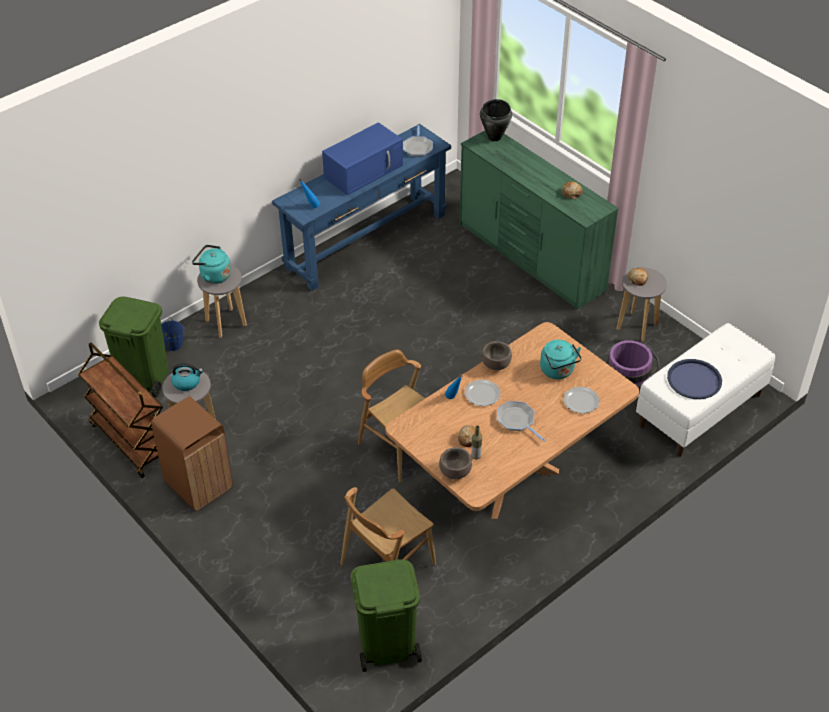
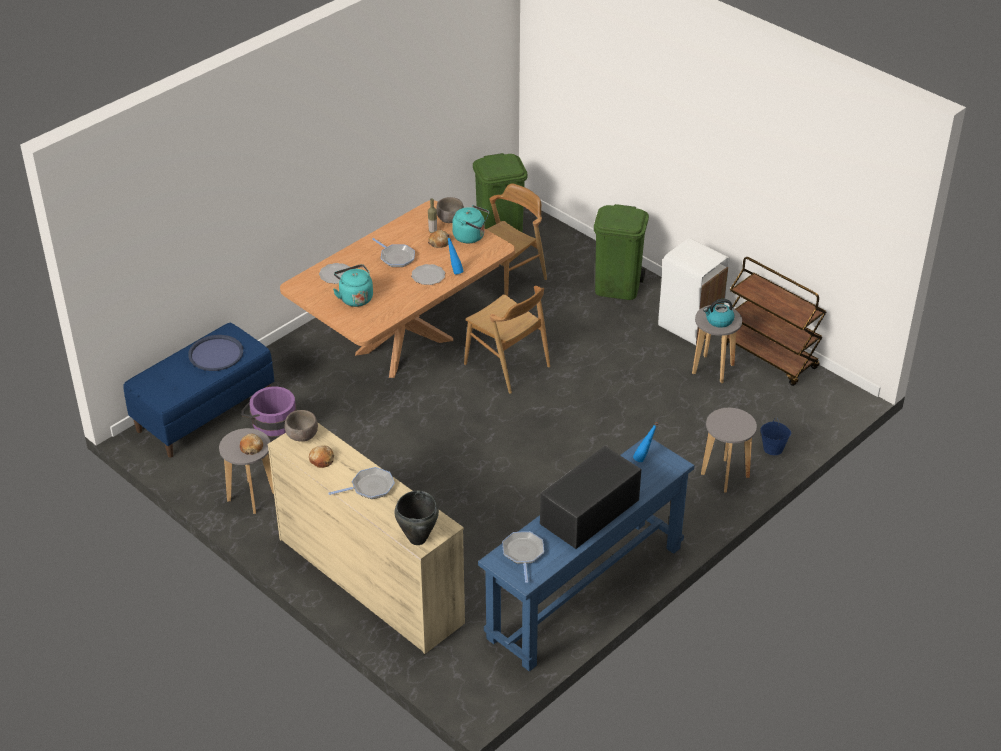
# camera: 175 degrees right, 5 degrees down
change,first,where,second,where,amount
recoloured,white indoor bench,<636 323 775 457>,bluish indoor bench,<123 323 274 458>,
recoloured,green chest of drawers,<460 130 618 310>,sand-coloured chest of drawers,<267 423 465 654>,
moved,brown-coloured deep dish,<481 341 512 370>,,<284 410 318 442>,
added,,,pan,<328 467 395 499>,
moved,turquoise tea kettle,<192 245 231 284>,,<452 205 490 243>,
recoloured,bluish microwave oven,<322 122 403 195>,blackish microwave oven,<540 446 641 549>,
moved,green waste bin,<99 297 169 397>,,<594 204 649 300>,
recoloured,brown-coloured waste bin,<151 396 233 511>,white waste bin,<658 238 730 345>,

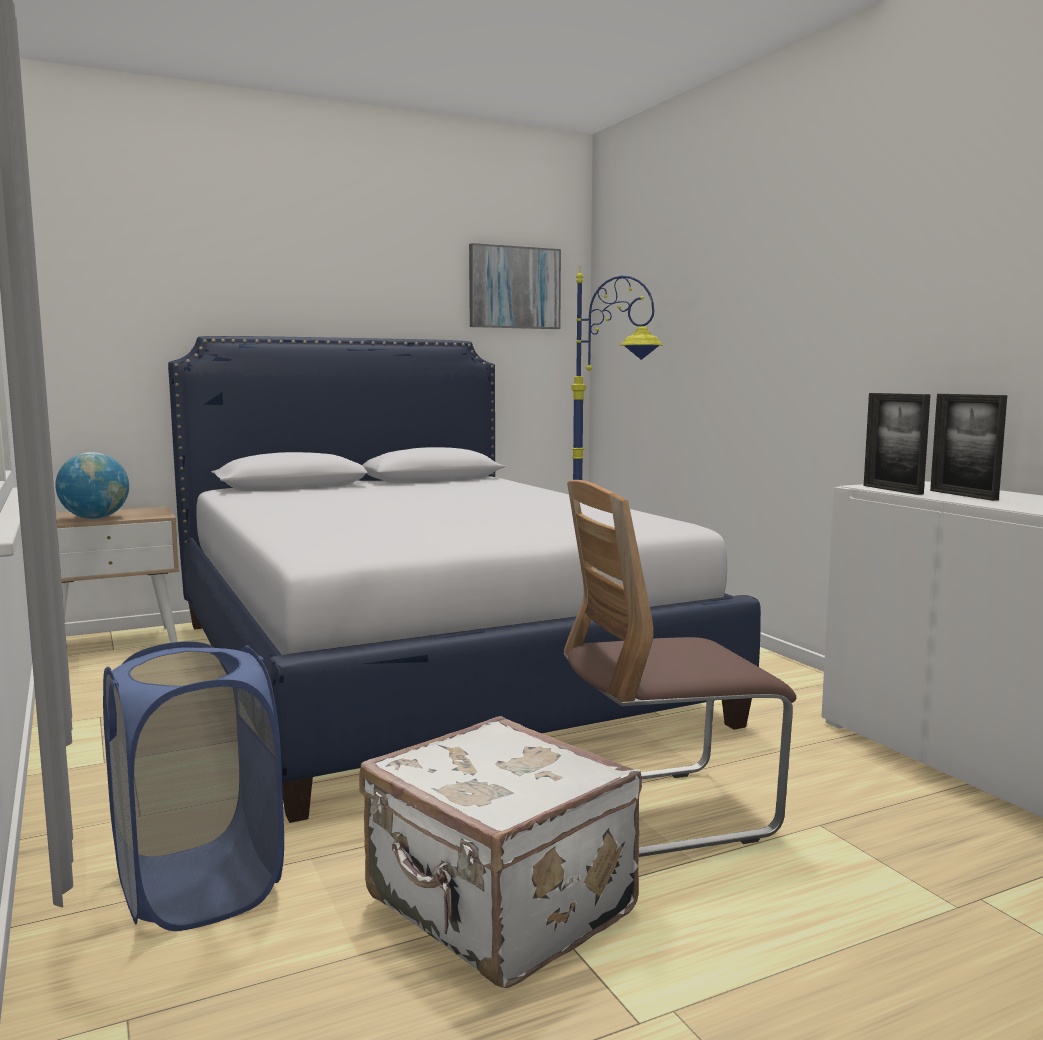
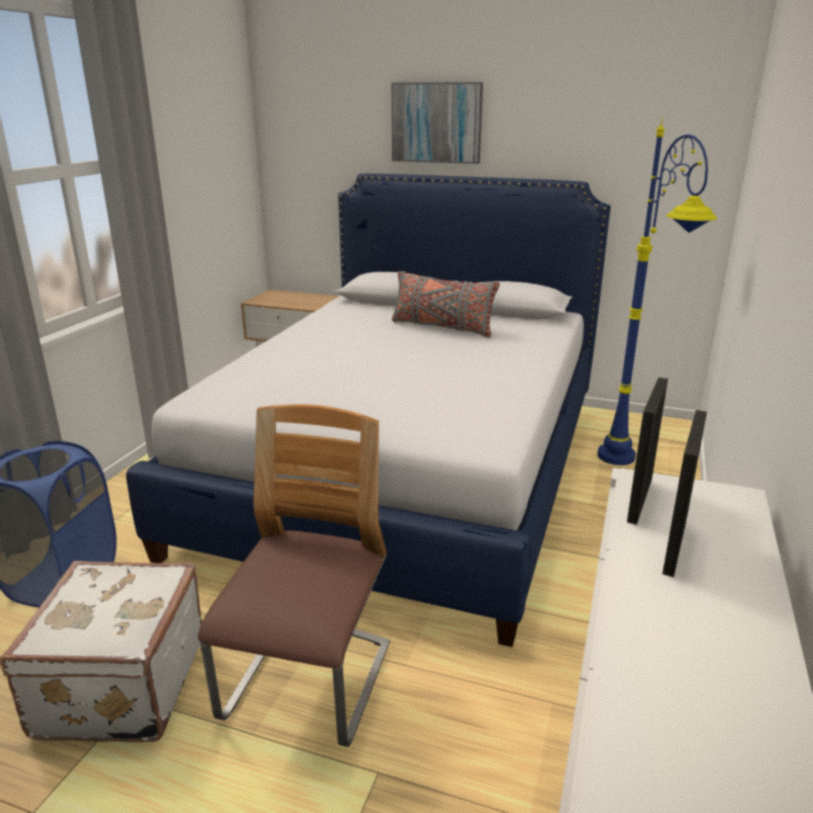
# camera: 45 degrees right, 15 degrees up
change,first,where,second,where,amount
turned,chair,<564 480 797 857>,,<198 404 390 747>,75 degrees clockwise
moved,picture,<469 243 561 329>,,<392 82 483 164>,
added,,,greyish throw pillow,<392 271 500 338>,
removed,globe,<55 452 129 519>,,,

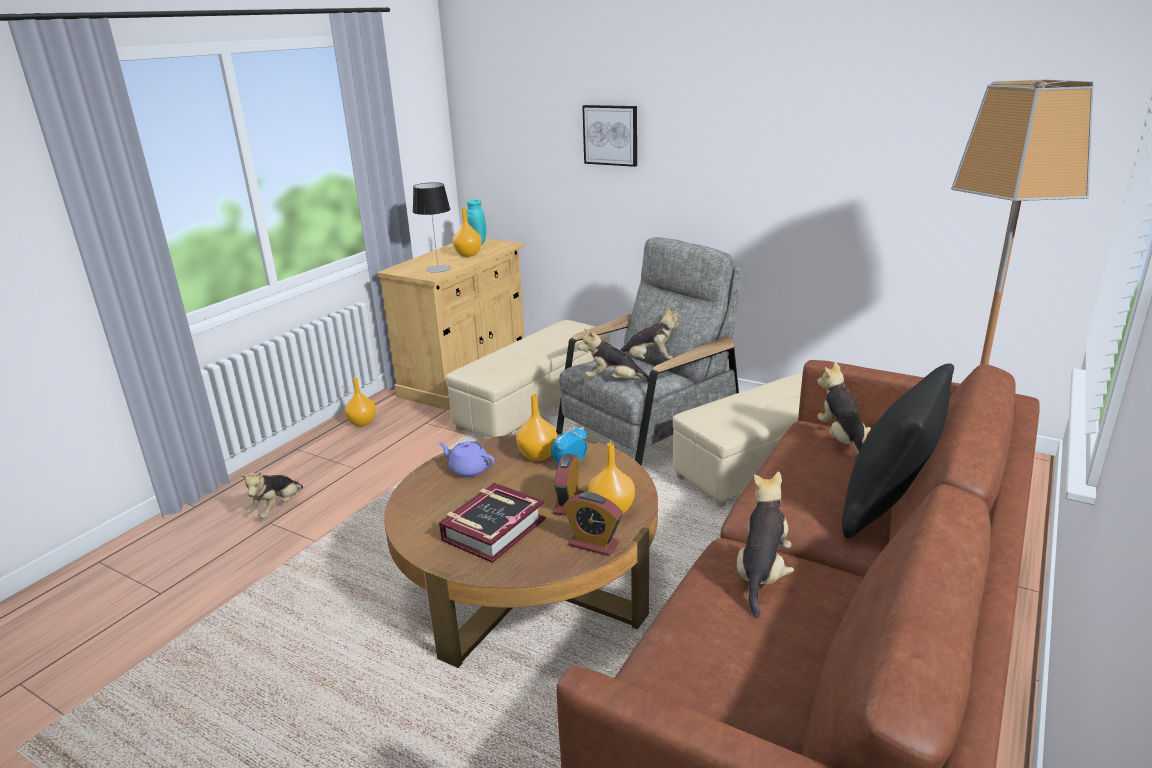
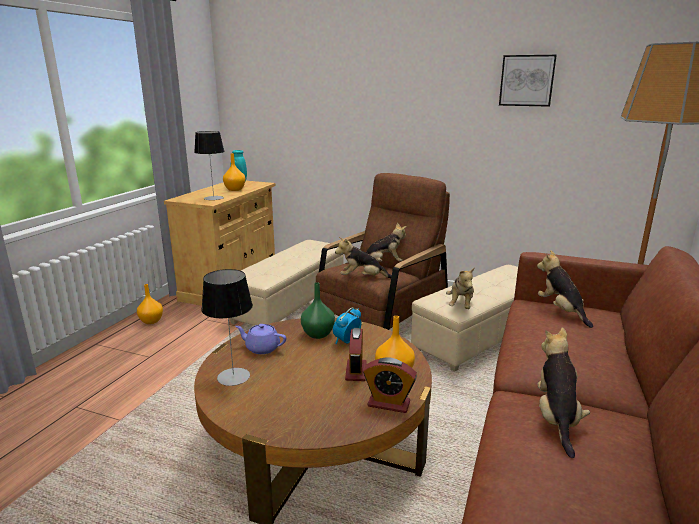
# camera: 10 degrees left, 5 degrees down
change,first,where,second,where,amount
added,,,table lamp,<201 269 253 386>,
recoloured,orange-coloured flower vase,<516 394 558 461>,green flower vase,<301 282 335 339>,
recoloured,greyish easy chair,<556 237 740 466>,brown-coloured easy chair,<316 173 450 330>,
moved,cuddly toy,<240 470 303 519>,,<446 267 475 309>,
moved,picture,<582 105 637 167>,,<499 55 557 107>,
removed,volume,<439 483 545 563>,,,
removed,blackish throw pillow,<842 363 954 538>,,,

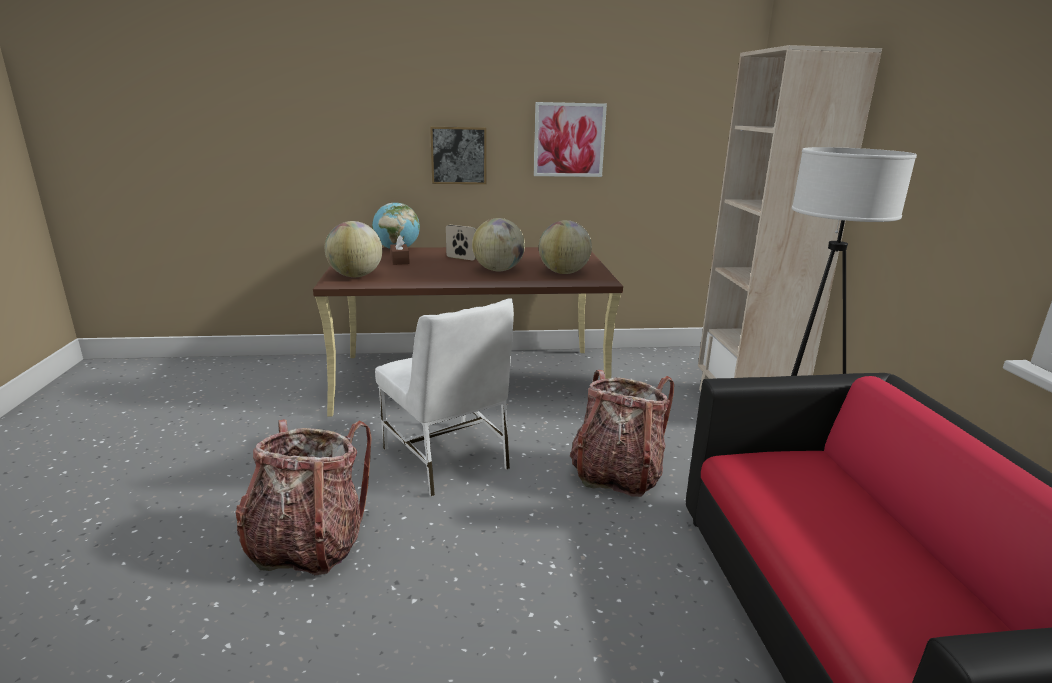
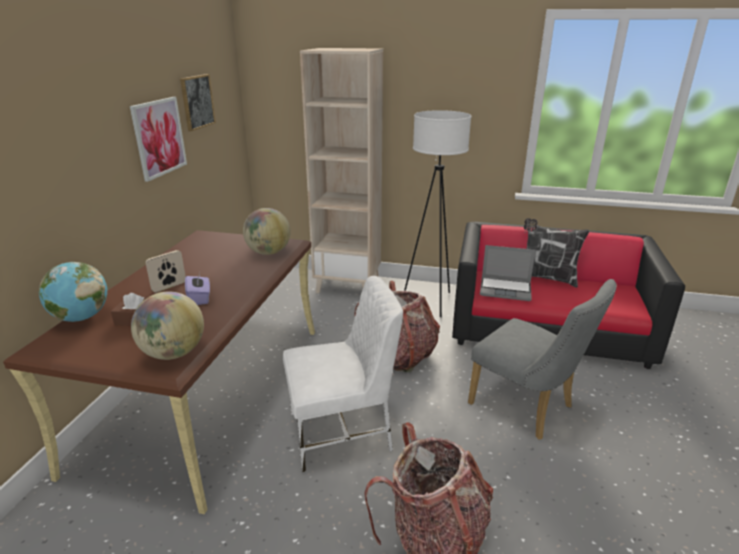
# camera: 70 degrees left, 5 degrees up
change,first,where,second,where,amount
moved,picture,<430 126 486 184>,,<180 74 216 131>,
added,,,purplish tissue holder,<185 273 210 305>,
added,,,greyish chair,<468 279 617 440>,
added,,,laptop,<480 245 536 301>,
added,,,throw pillow,<524 218 589 288>,
removed,globe,<472 218 525 271>,,,

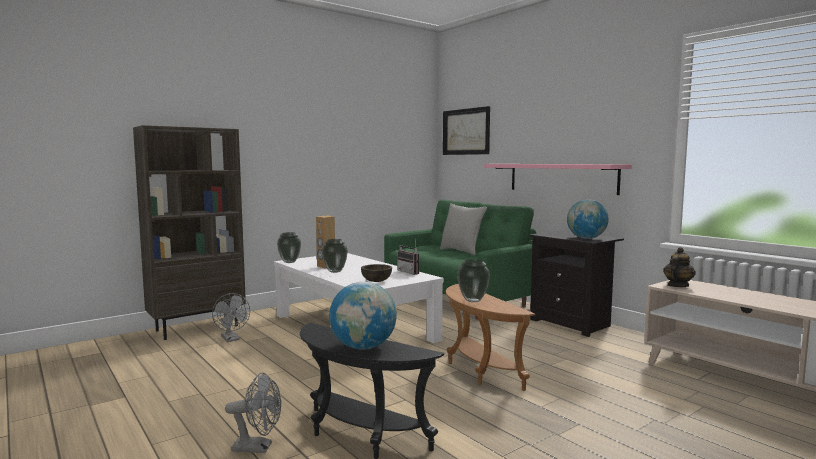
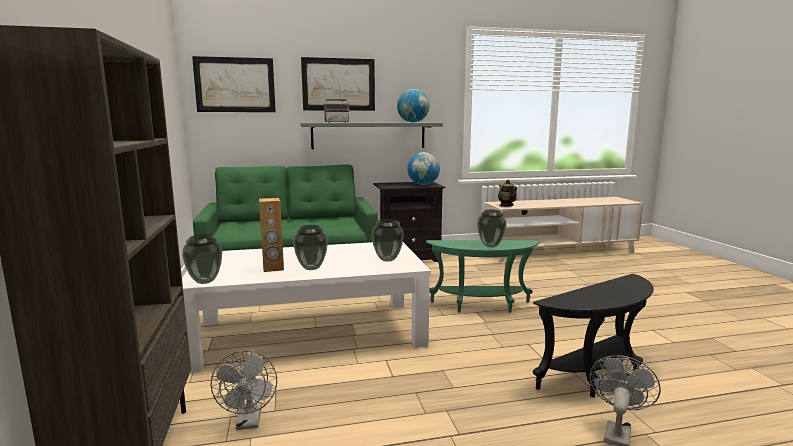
# camera: 65 degrees left, 5 degrees up
change,first,where,second,where,amount
turned,greyish cooling fan,<212 293 250 342>,,<210 351 277 430>,90 degrees clockwise
recoloured,pink bracket shelf,<484 164 632 195>,greyish bracket shelf,<300 123 443 149>,
added,,,picture,<301 57 375 111>,
moved,radio set,<397 241 419 275>,,<324 96 350 123>,
replaced,brown-coloured deep dish,<361 264 392 282>,flower vase,<372 219 404 262>,
moved,globe,<329 282 397 350>,,<397 89 430 122>,
recoloured,brown-coloured end table,<446 284 535 391>,green end table,<426 240 539 313>,
removed,greyish throw pillow,<440 203 487 255>,,,

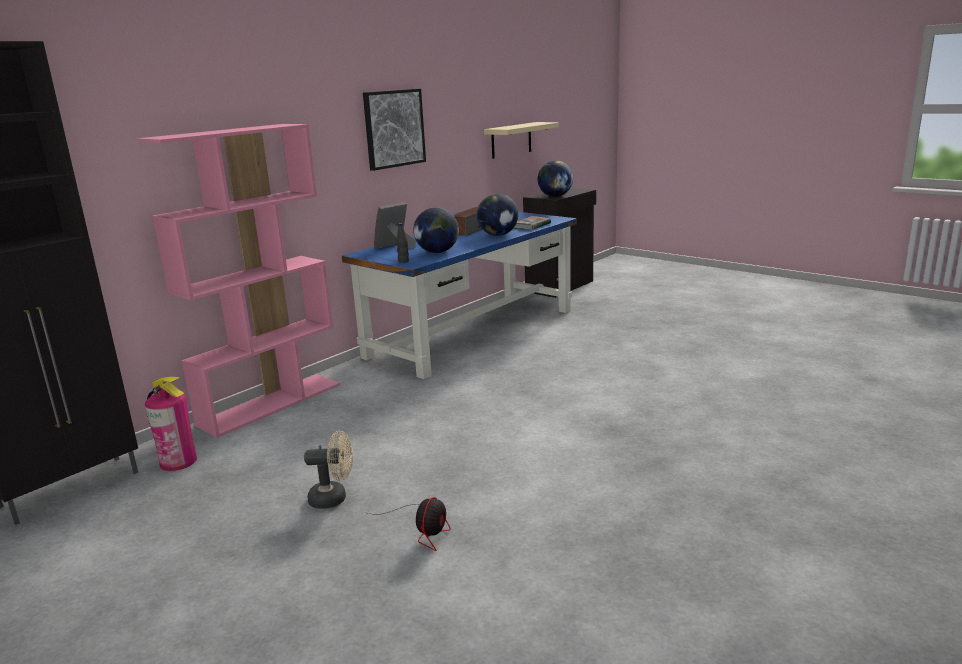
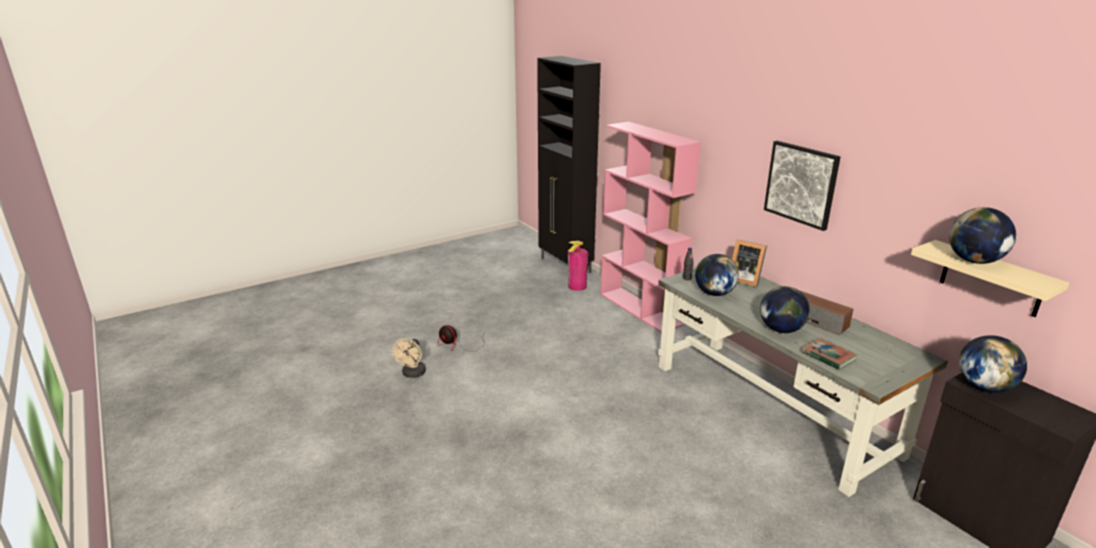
# camera: 105 degrees right, 5 degrees up
change,first,where,second,where,amount
moved,sand-coloured cooling fan,<304 430 353 509>,,<392 339 426 378>,
recoloured,bluish desk,<342 212 577 379>,greyish desk,<658 268 948 497>,
turned,picture frame,<374 202 416 249>,,<732 240 767 287>,150 degrees clockwise
added,,,globe,<949 207 1016 264>,

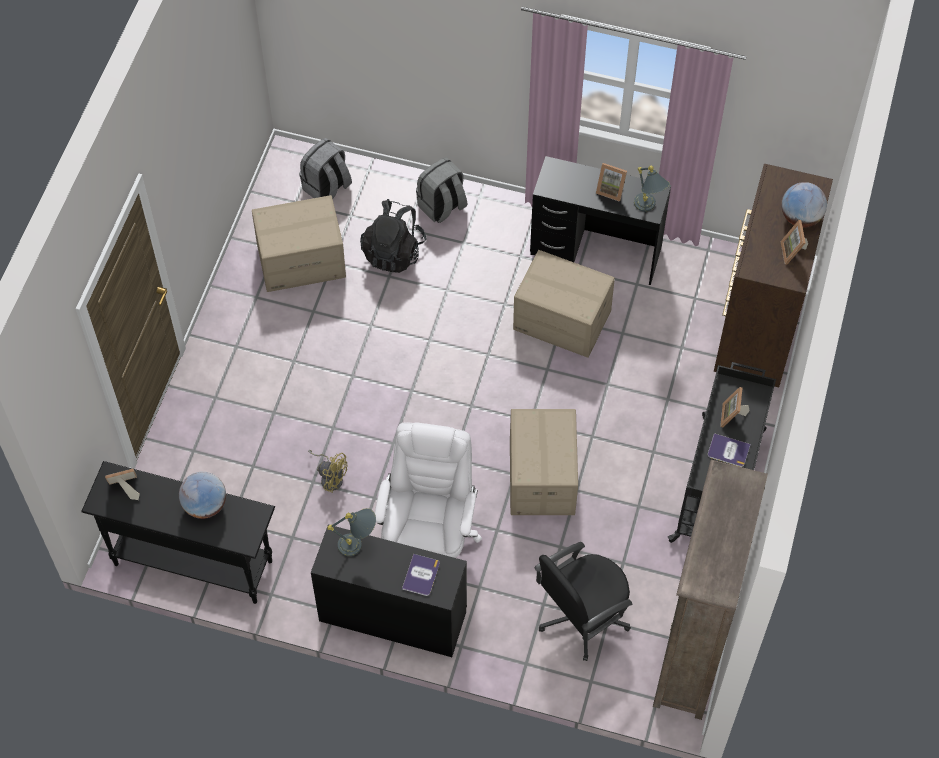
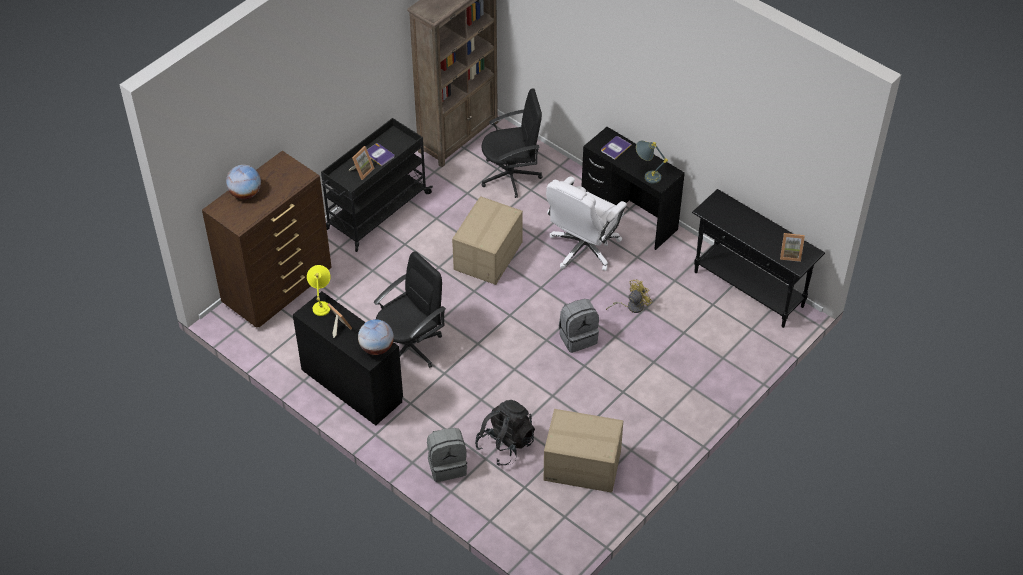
# camera: 155 degrees left, 10 degrees down
change,first,where,second,where,amount
recoloured,greyish table lamp,<634 166 670 212>,yellow table lamp,<307 265 331 316>,
moved,globe,<179 472 226 519>,,<358 319 394 355>,
replaced,packing box,<513 250 615 358>,blackish desk chair,<374 251 446 368>,
moved,greyish knapsack,<299 138 352 199>,,<559 299 599 353>,
turned,yellow cooling fan,<308 450 347 493>,,<606 279 652 313>,90 degrees clockwise
removed,picture frame,<781 220 808 265>,,,

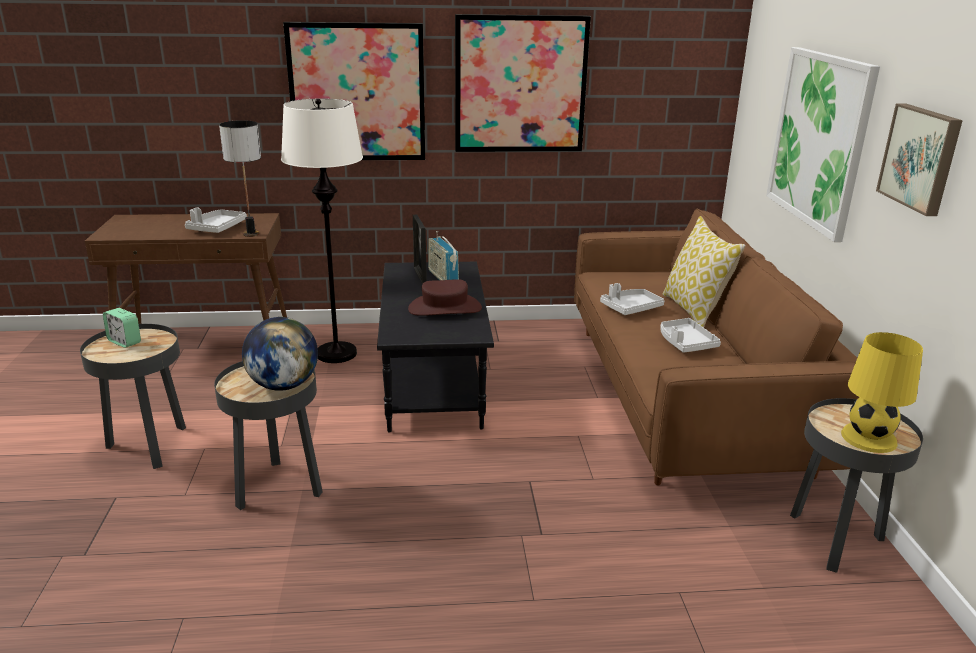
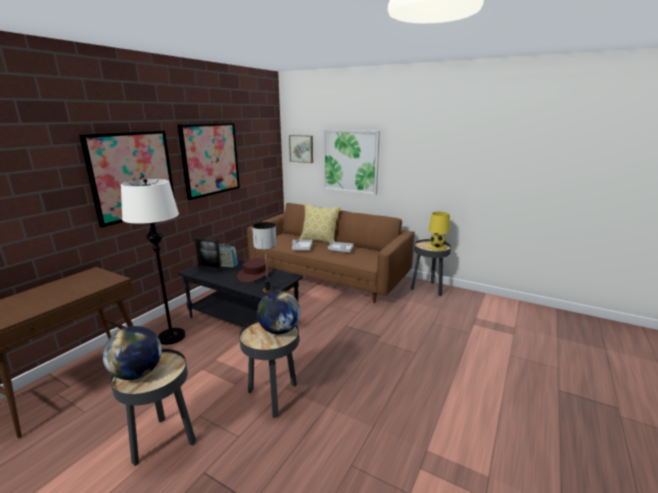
# camera: 55 degrees left, 5 degrees down
change,first,where,second,where,amount
replaced,table clock,<103 308 141 348>,globe,<103 326 162 380>,
moved,table lamp,<219 120 261 237>,,<252 222 277 293>,
moved,picture,<876 104 963 216>,,<289 135 313 163>,
removed,greyish serving tray,<185 207 247 233>,,,

